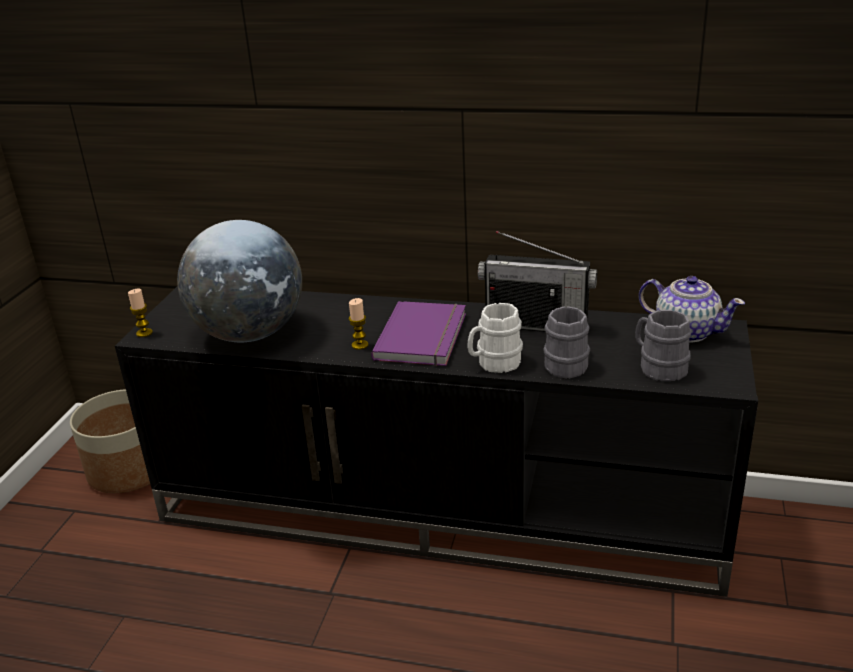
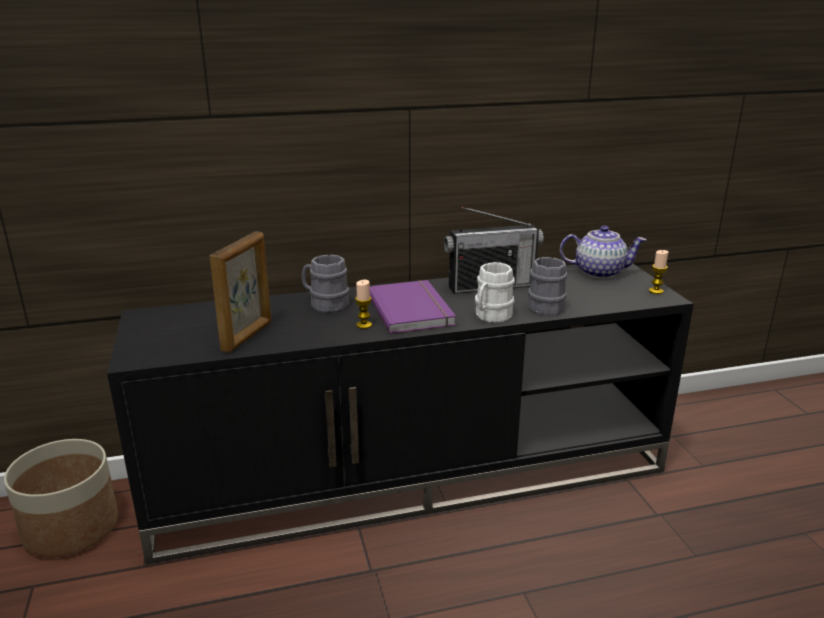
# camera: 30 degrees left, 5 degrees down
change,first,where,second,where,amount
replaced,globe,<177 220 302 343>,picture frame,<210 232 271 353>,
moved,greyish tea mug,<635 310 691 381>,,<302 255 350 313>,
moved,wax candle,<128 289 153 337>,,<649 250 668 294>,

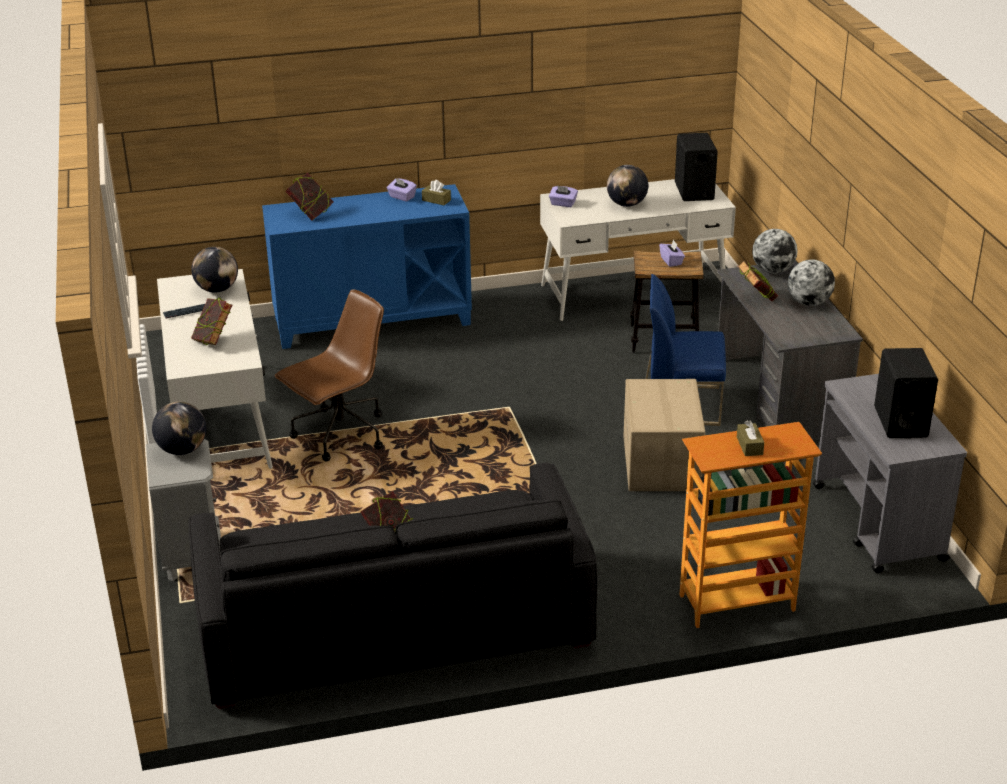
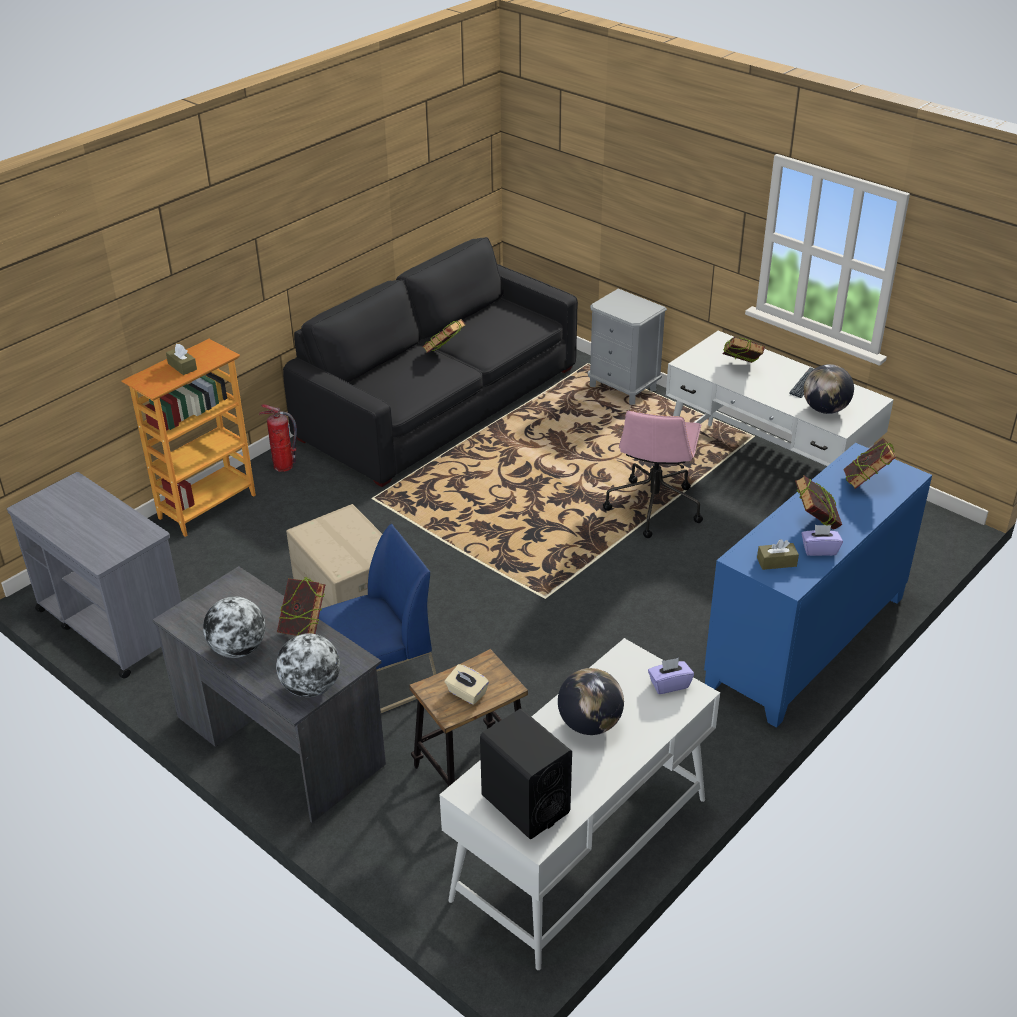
# camera: 145 degrees right, 5 degrees up
change,first,where,second,where,amount
added,,,fire extinguisher,<259 404 297 472>,
recoloured,purplish tissue holder,<659 240 685 267>,sand-coloured tissue holder,<445 664 489 705>,
recoloured,brown-coloured desk chair,<275 289 384 461>,pink desk chair,<603 410 703 538>,
added,,,volume,<795 475 842 530>,
removed,globe,<152 402 207 455>,,,
removed,blackish loudspeaker,<874 348 938 438>,,,

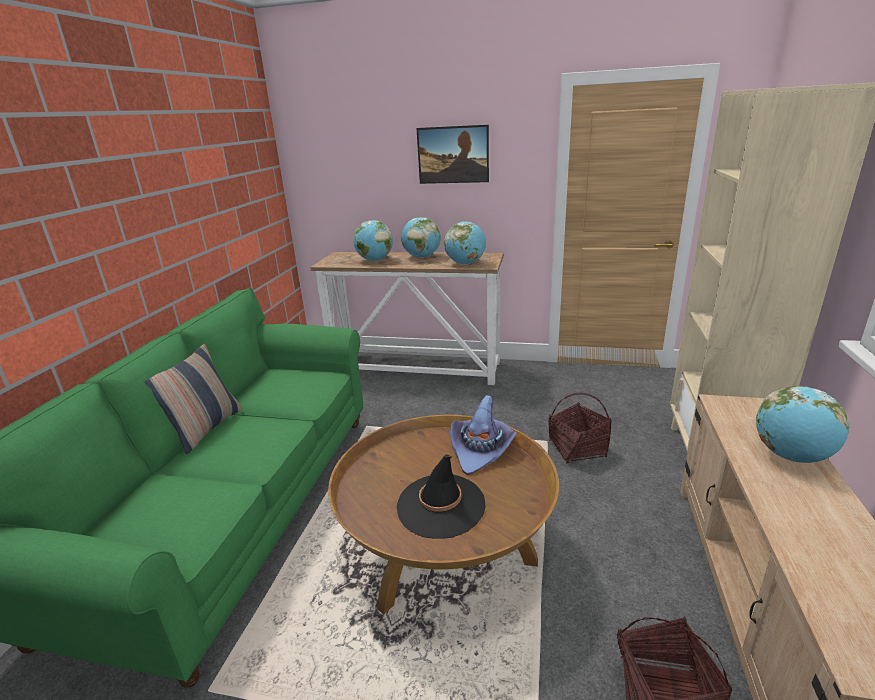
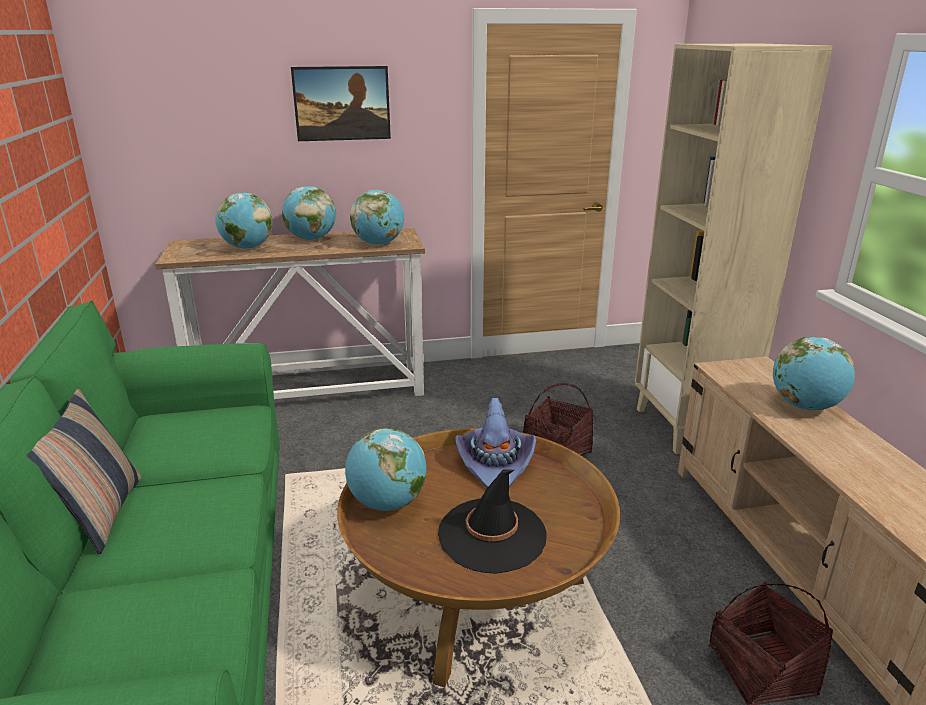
# camera: 25 degrees left, 0 degrees up
change,first,where,second,where,amount
added,,,globe,<345 428 427 511>,

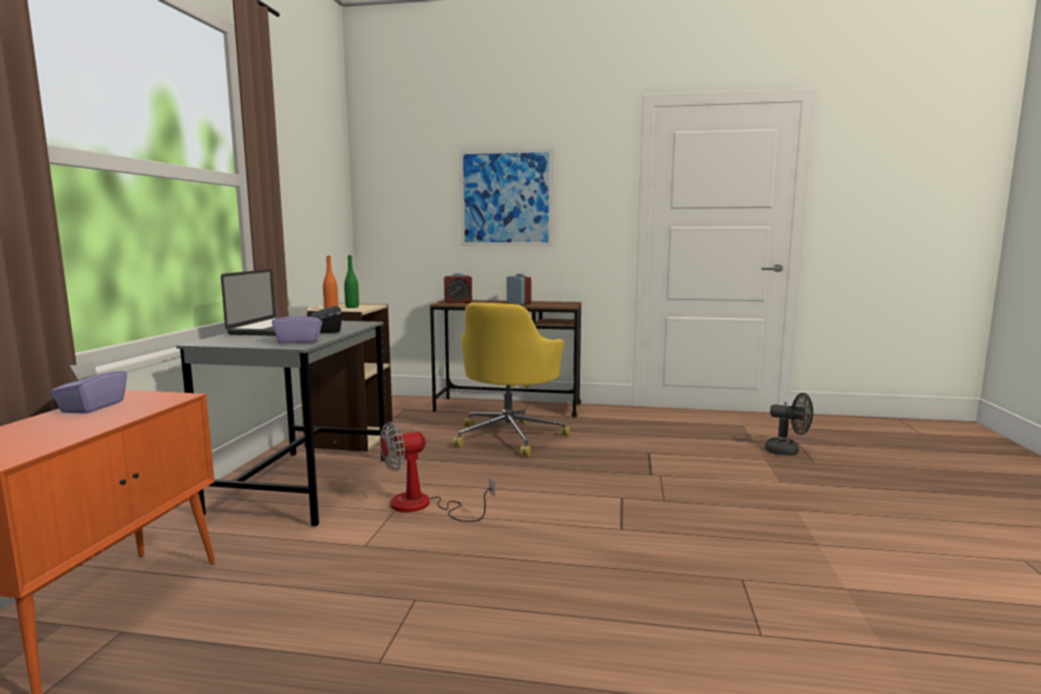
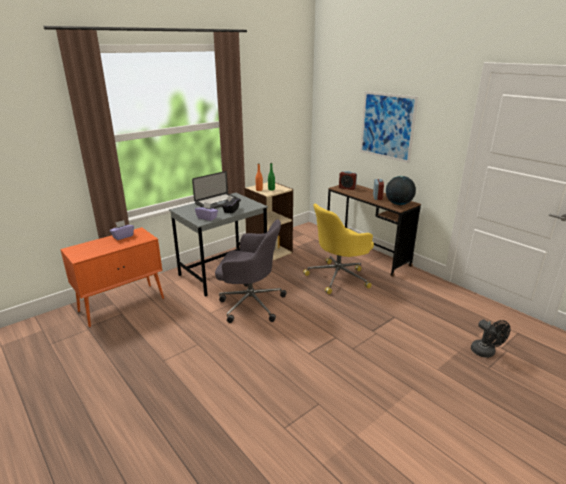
# camera: 40 degrees right, 15 degrees up
change,first,where,second,where,amount
replaced,cooling fan,<380 422 495 522>,greyish desk chair,<215 219 287 323>,
added,,,globe,<386 176 416 205>,

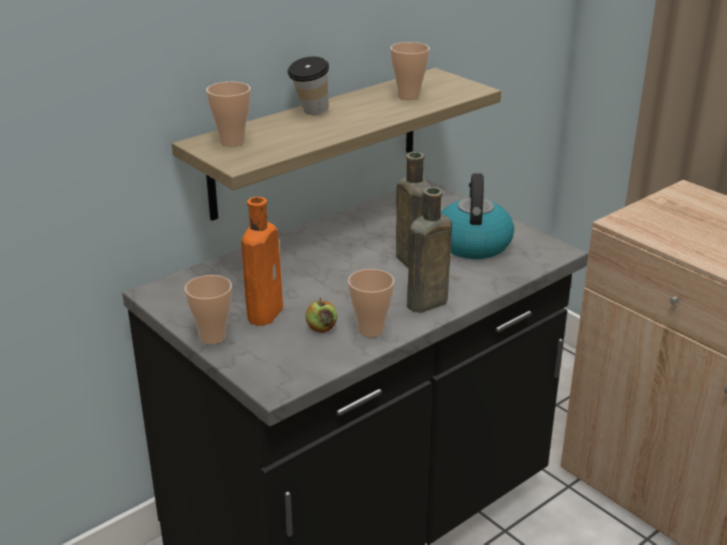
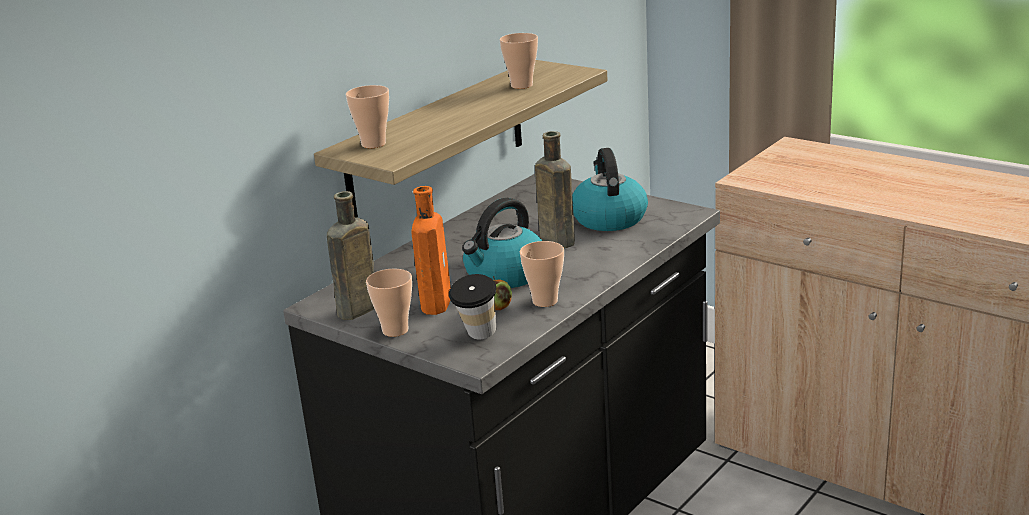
# camera: 10 degrees left, 5 degrees down
change,first,where,second,where,amount
moved,brown-coloured drink bottle,<407 187 452 313>,,<327 191 374 320>,
moved,cup,<288 56 329 115>,,<449 274 496 340>,
added,,,tea kettle,<462 198 542 288>,

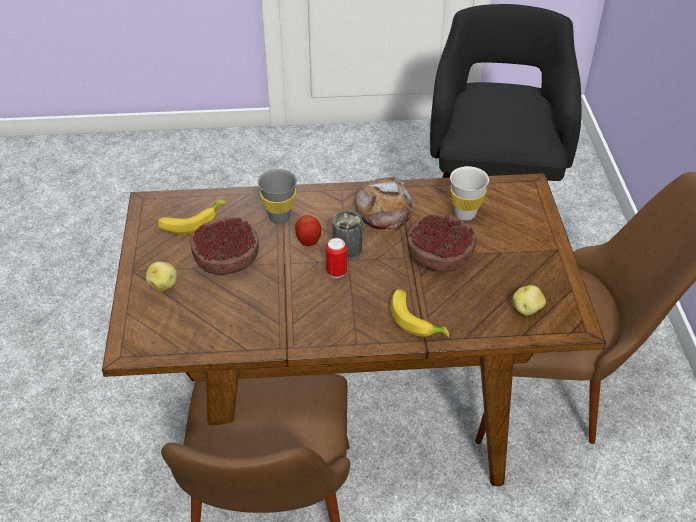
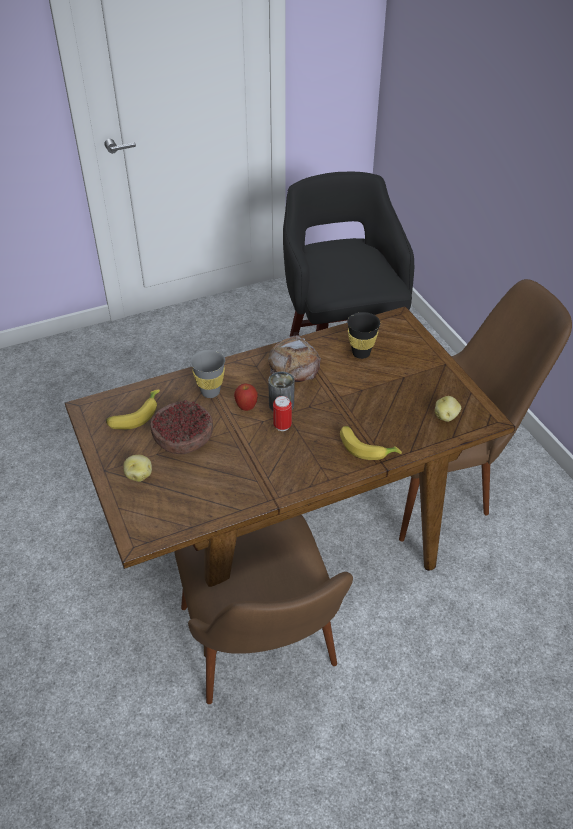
# camera: 20 degrees left, 0 degrees up
change,first,where,second,where,amount
recoloured,white cup,<450 166 489 221>,blackish cup,<347 312 380 359>,
removed,deep dish,<407 215 476 272>,,,

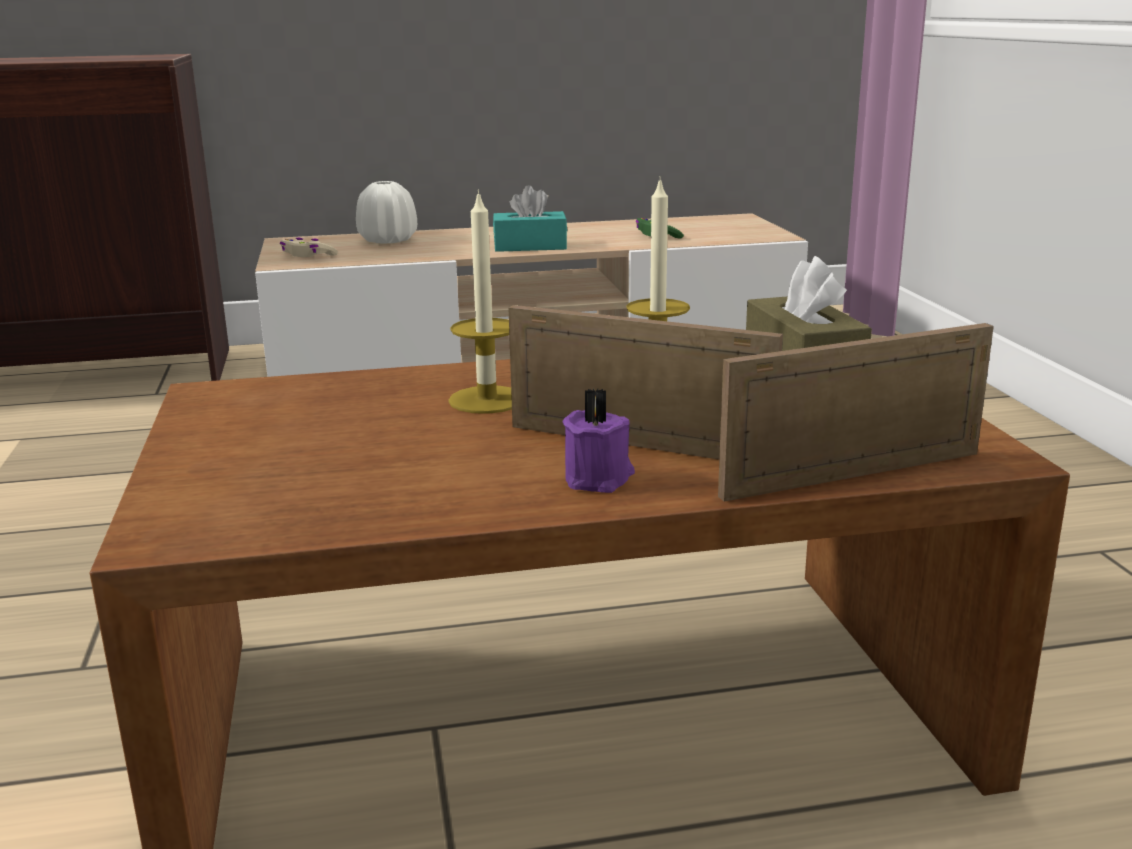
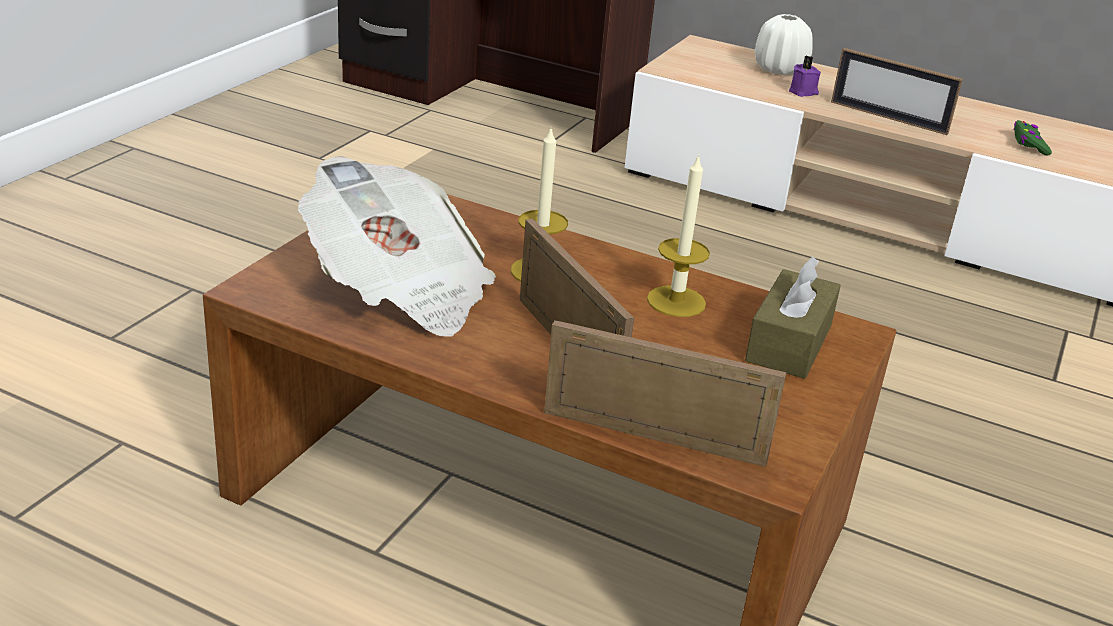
# camera: 35 degrees right, 10 degrees up
change,first,where,second,where,amount
added,,,daily paper,<298 156 496 337>,
moved,purplish wax candle,<563 388 635 493>,,<789 56 821 97>,
replaced,turquoise tissue holder,<493 185 567 252>,picture frame,<831 48 963 135>,
removed,sand-coloured gamepad,<280 238 338 257>,,,

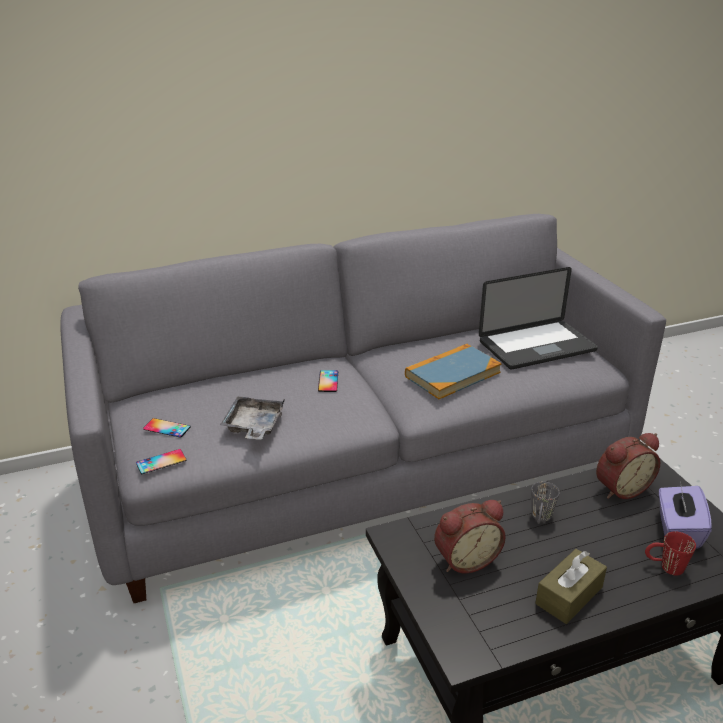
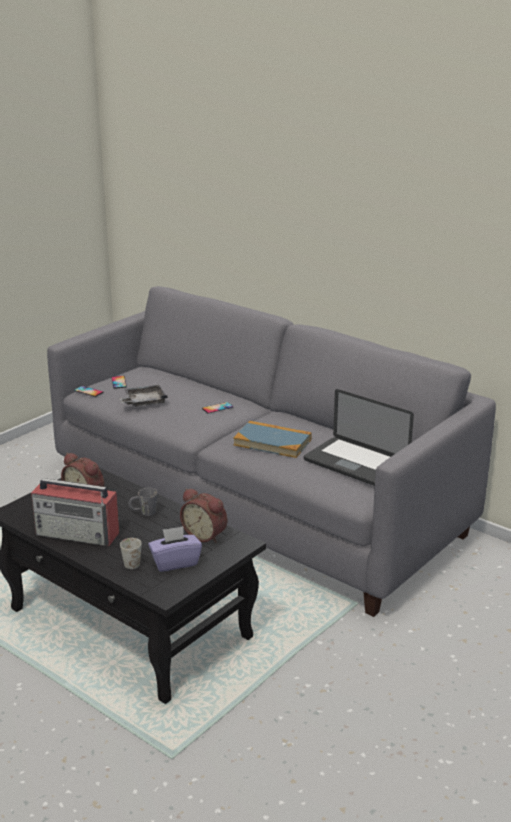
# camera: 60 degrees right, 5 degrees down
change,first,where,second,where,amount
replaced,brown-coloured tissue holder,<535 549 607 624>,radio set,<31 478 119 546>,
recoloured,red-coloured tea mug,<645 531 696 576>,white tea mug,<120 538 142 569>,

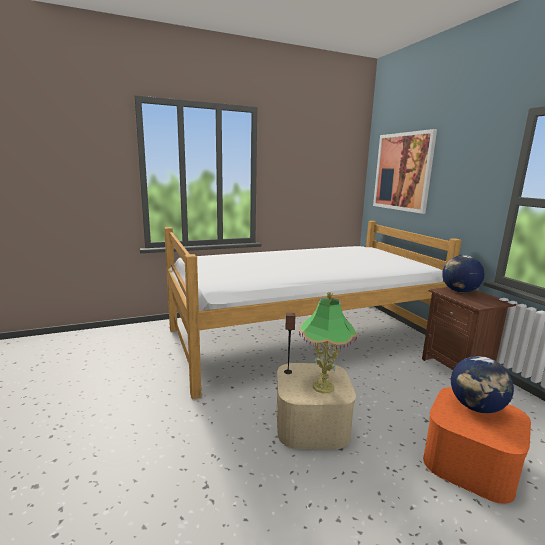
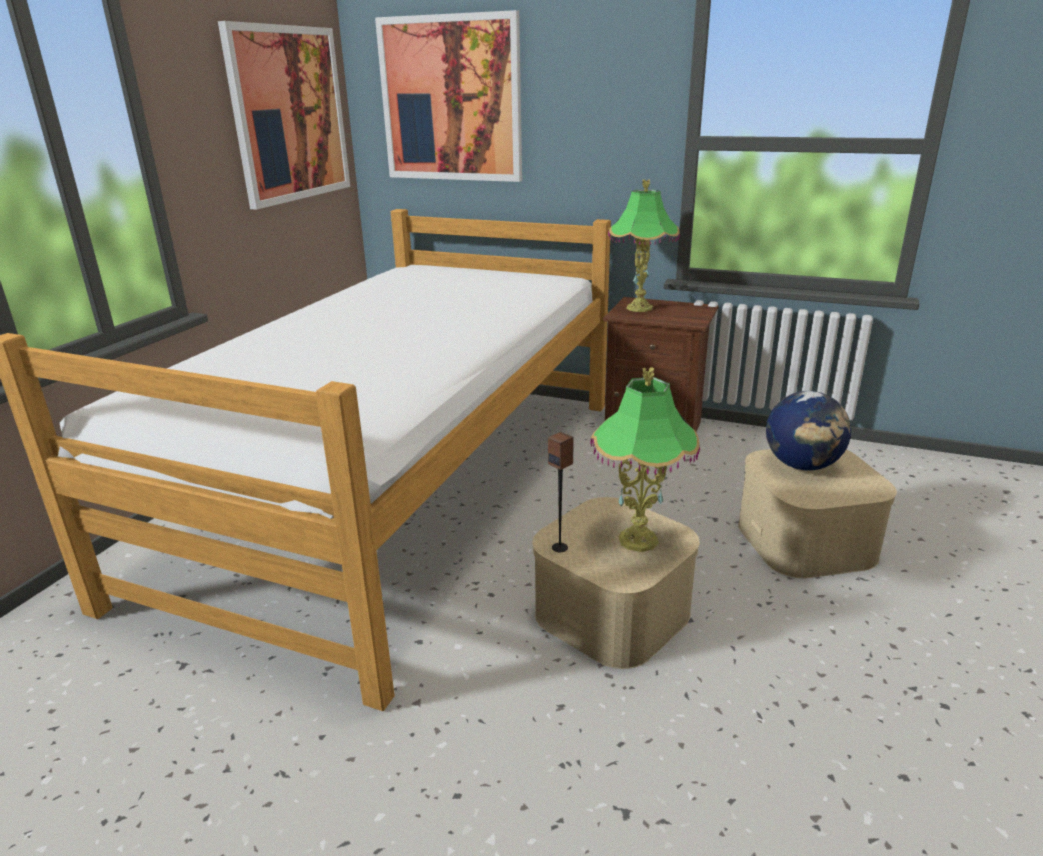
# camera: 45 degrees left, 10 degrees up
change,first,where,second,where,amount
added,,,picture,<218 21 350 210>,
replaced,globe,<442 255 484 293>,table lamp,<608 180 680 312>,
recoloured,orange-coloured storage bin,<423 387 531 504>,sand-coloured storage bin,<738 449 897 578>,

